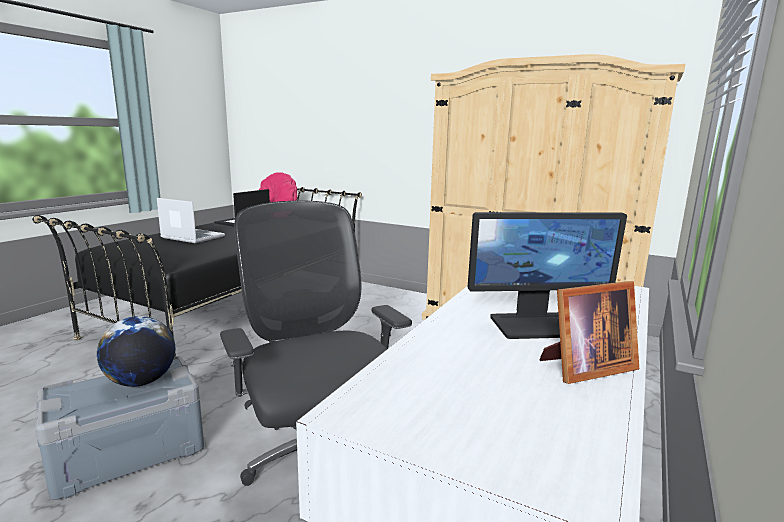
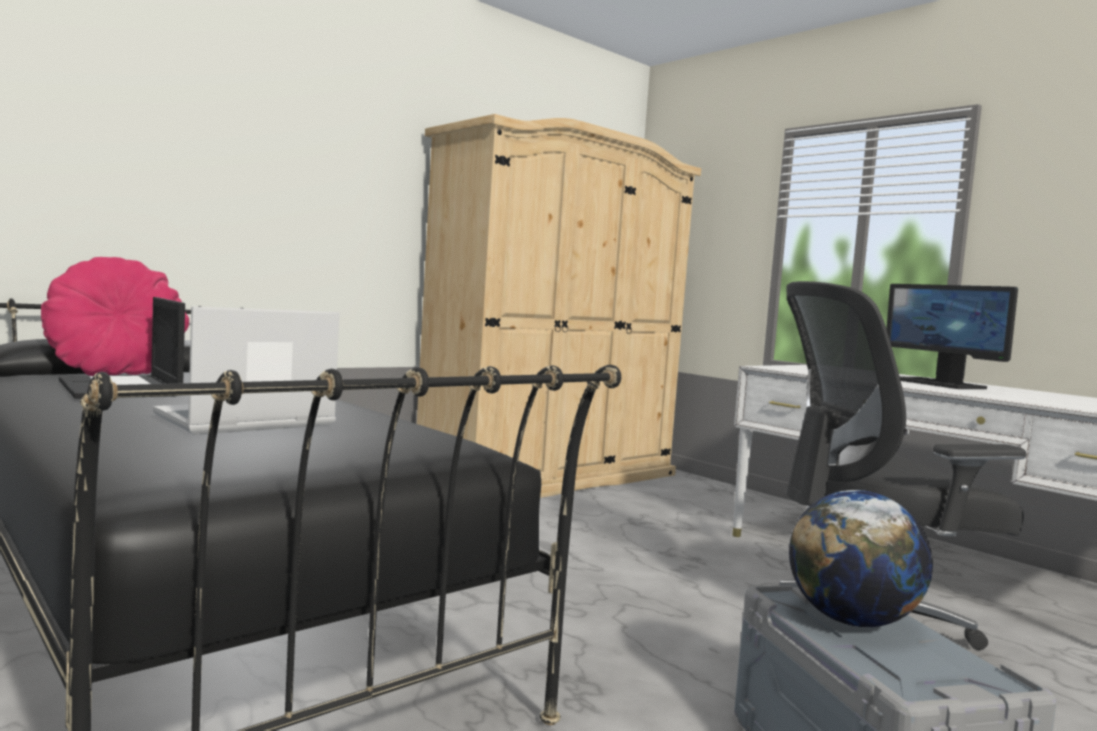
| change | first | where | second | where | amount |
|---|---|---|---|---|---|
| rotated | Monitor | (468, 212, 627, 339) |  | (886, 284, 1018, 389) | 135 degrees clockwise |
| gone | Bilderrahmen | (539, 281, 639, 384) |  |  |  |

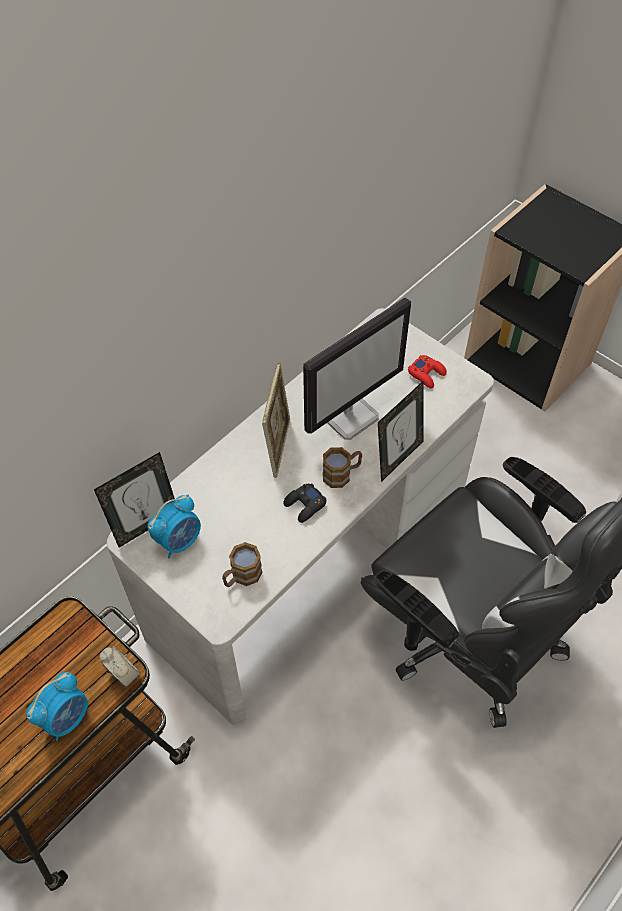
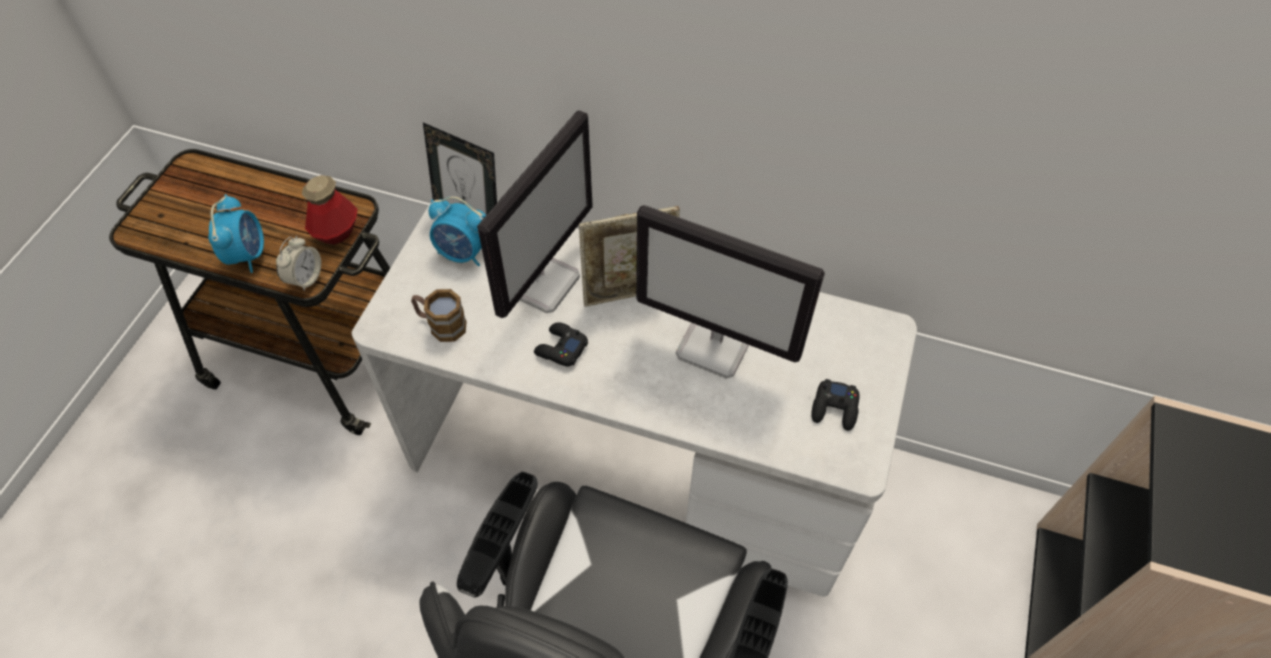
| change | first | where | second | where | amount |
|---|---|---|---|---|---|
| repainted | Gamepad/rot | (408, 355, 447, 389) | Gamepad/schwarz | (811, 379, 859, 431) |  |
| gone | Bilderrahmen | (378, 381, 423, 482) |  |  |  |
| gone | Henkelbecher | (323, 447, 362, 488) |  |  |  |
| rotated | Wecker | (26, 672, 88, 741) |  | (208, 194, 264, 273) | 105 degrees counterclockwise |
| new |  |  | Monitor | (477, 110, 593, 318) |  |
| new |  |  | Flasche | (302, 175, 358, 245) |  |

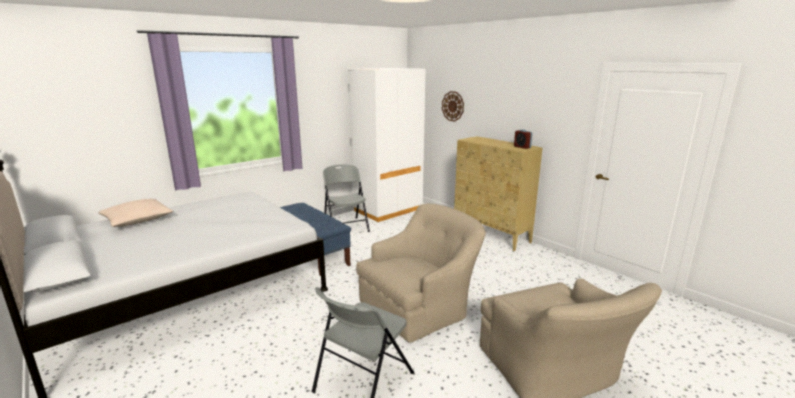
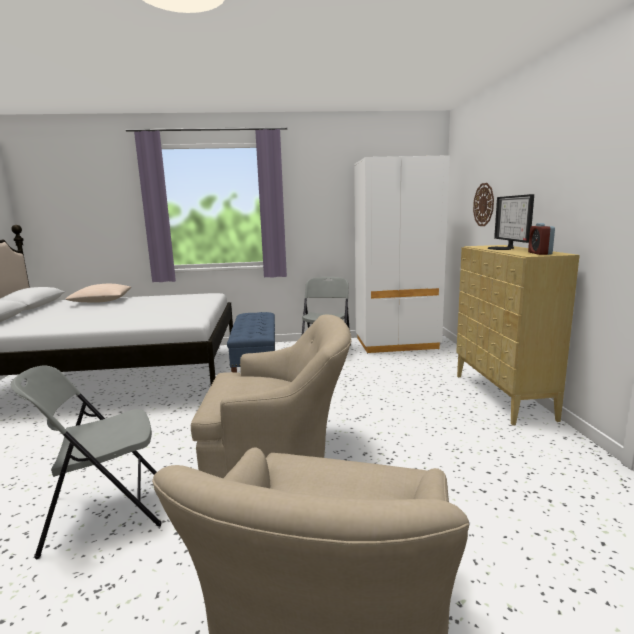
| change | first | where | second | where | amount |
|---|---|---|---|---|---|
| new |  |  | Monitor | (488, 194, 534, 250) |  |

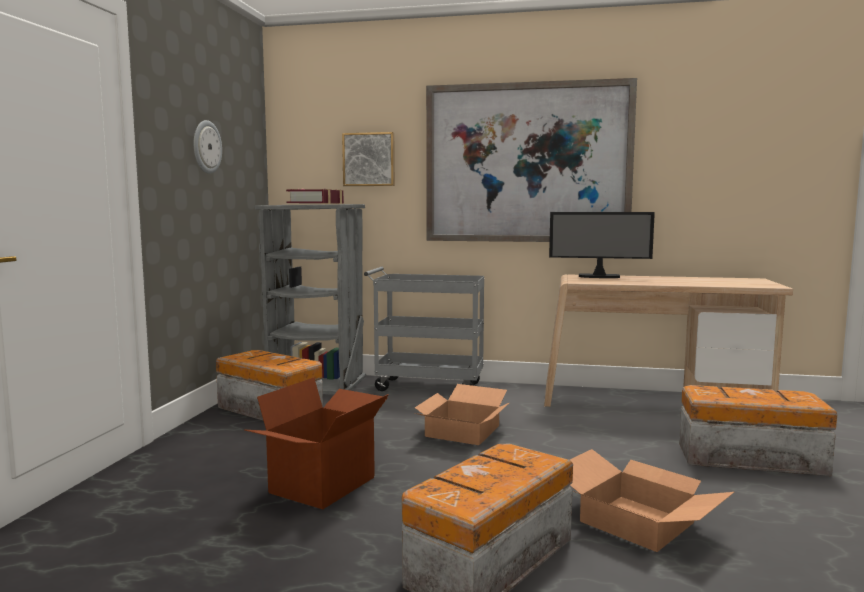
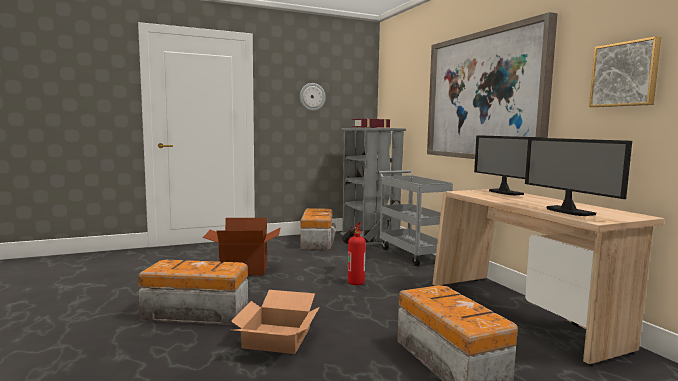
| change | first | where | second | where | amount |
|---|---|---|---|---|---|
| shifted | Bild | (342, 132, 395, 186) |  | (589, 36, 661, 107) |  |
| swapped | Karton | (415, 384, 509, 445) | Feuerlöscher | (342, 222, 366, 285) |  |
| new |  |  | Monitor | (525, 137, 632, 216) |  |

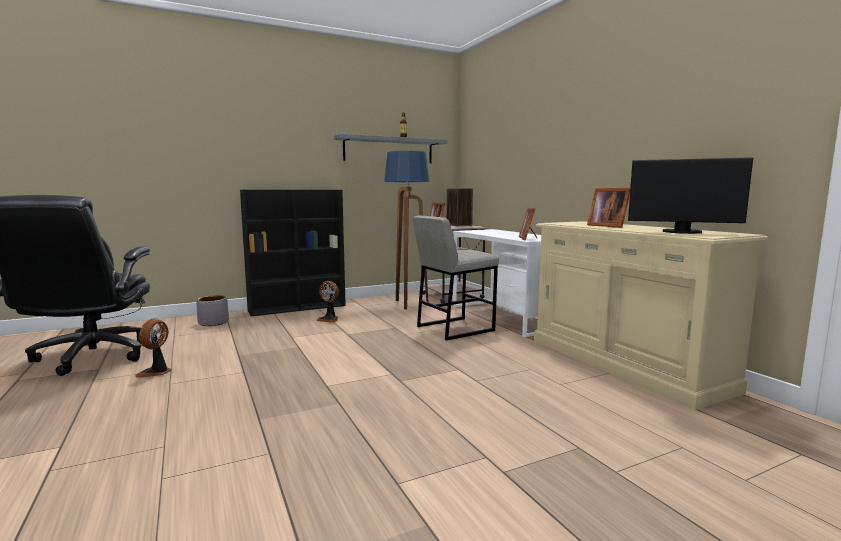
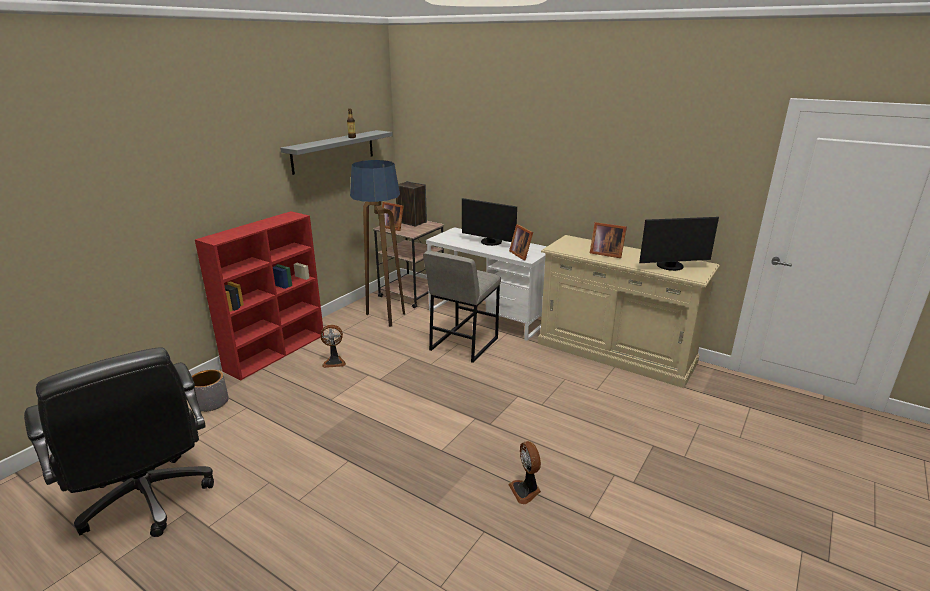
| change | first | where | second | where | amount |
|---|---|---|---|---|---|
| repainted | Bücherregal/schwarz | (240, 190, 346, 316) | Bücherregal/rot | (195, 211, 324, 380) |  |
| shifted | Ventilator | (135, 318, 172, 378) |  | (508, 441, 541, 504) |  |
| new |  |  | Monitor | (462, 198, 517, 246) |  |

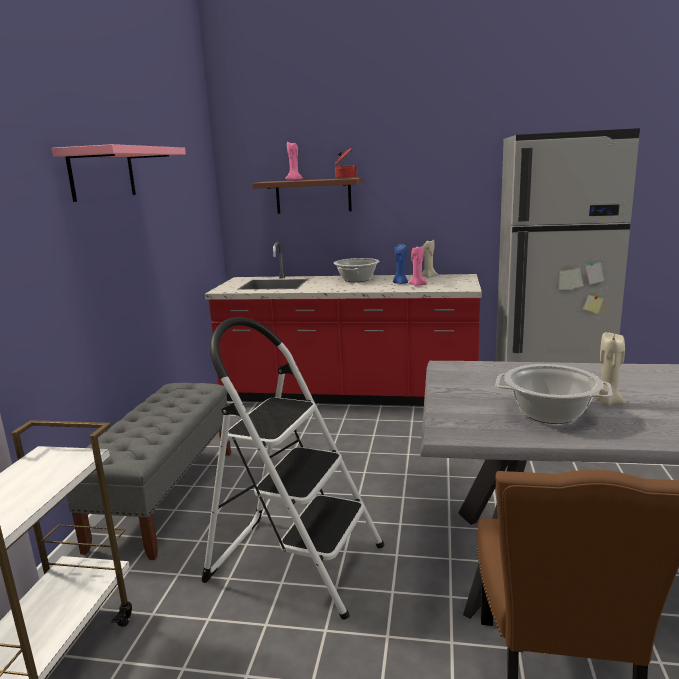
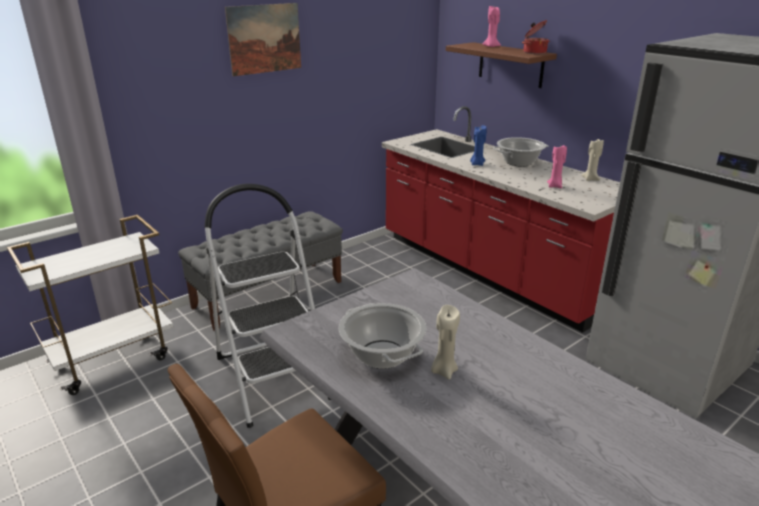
| change | first | where | second | where | amount |
|---|---|---|---|---|---|
| swapped | Wandregal/rosa | (52, 144, 186, 202) | Bild | (225, 3, 301, 76) |  |
| shifted | Kerze/blau | (393, 244, 408, 284) |  | (470, 125, 487, 166) |  |

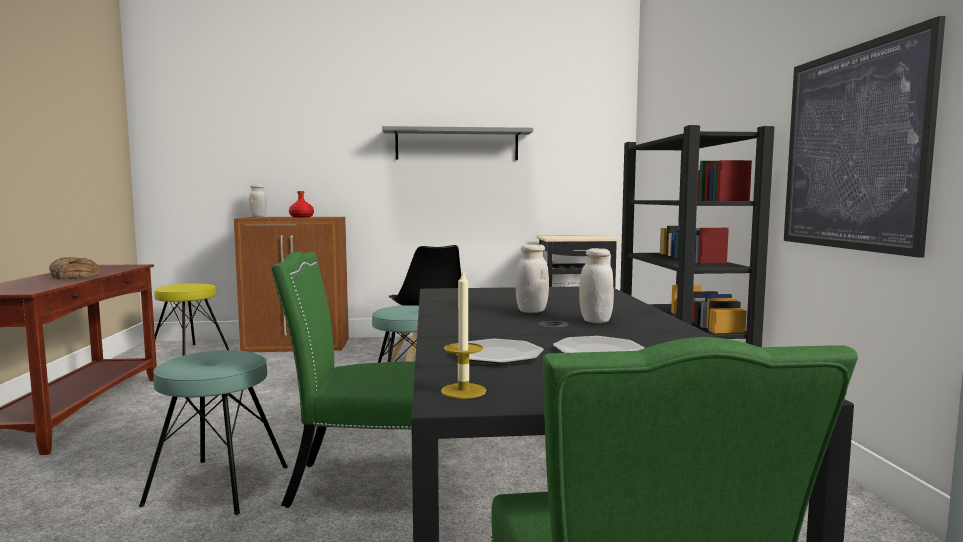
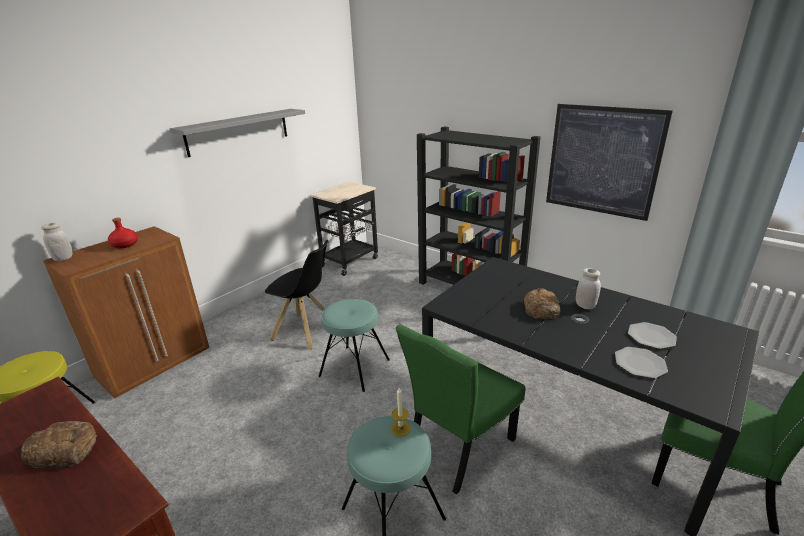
| change | first | where | second | where | amount |
|---|---|---|---|---|---|
| swapped | Vorratsglas/weiß | (515, 244, 549, 313) | Brot | (524, 288, 560, 319) |  |
| shifted | Kerze | (441, 272, 486, 399) |  | (391, 388, 411, 437) |  |

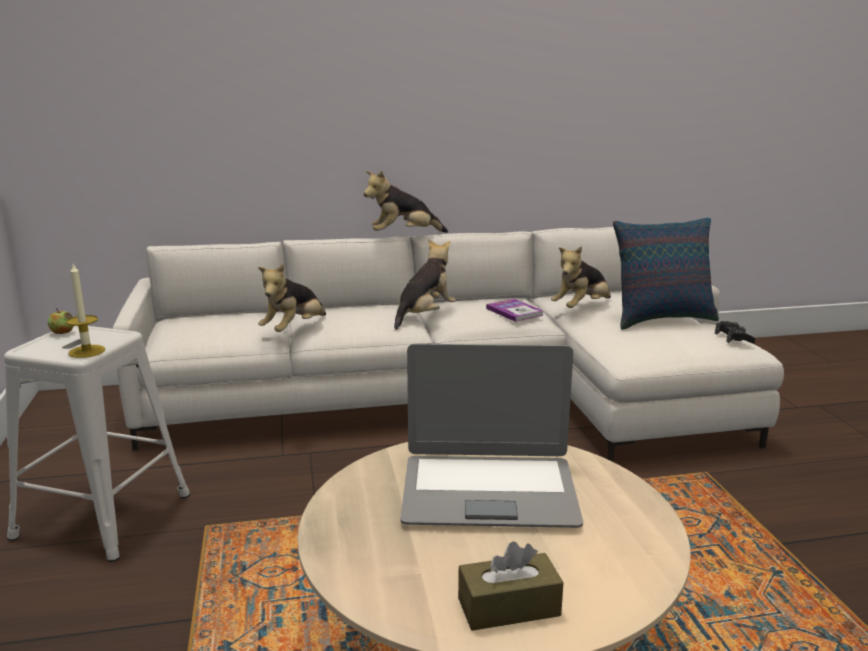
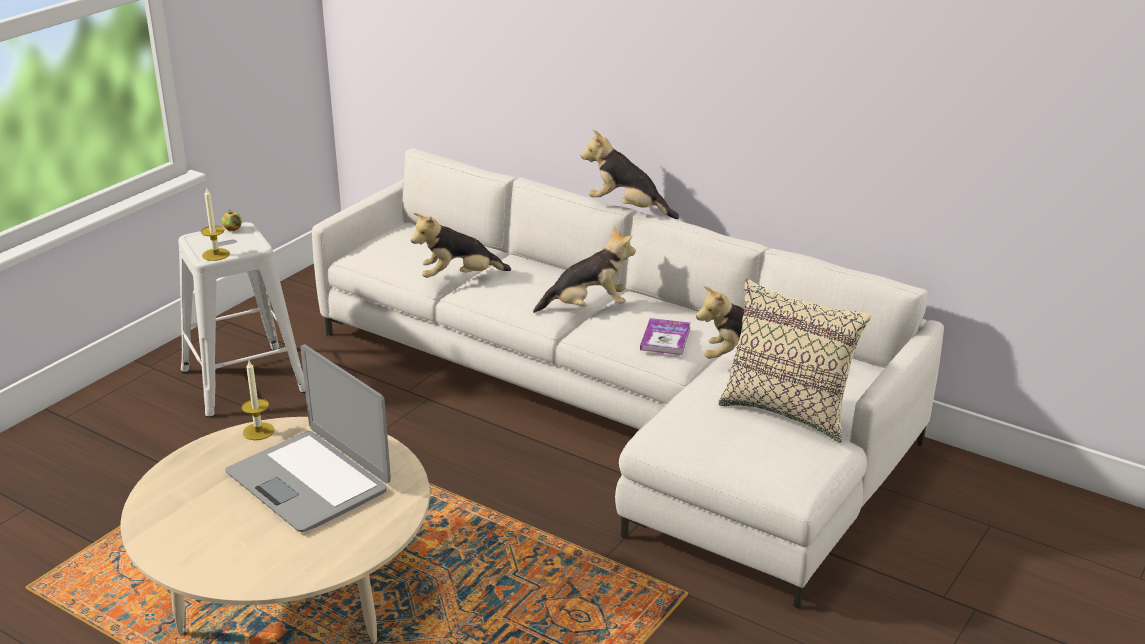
| change | first | where | second | where | amount |
|---|---|---|---|---|---|
| repainted | Kissen/blau | (613, 218, 719, 330) | Kissen/beige | (718, 279, 871, 443) |  |
| gone | Gamepad/schwarz | (715, 321, 755, 344) |  |  |  |
| gone | Taschentuchbox/braun | (458, 541, 564, 631) |  |  |  |
| new |  |  | Kerze | (242, 361, 274, 440) |  |

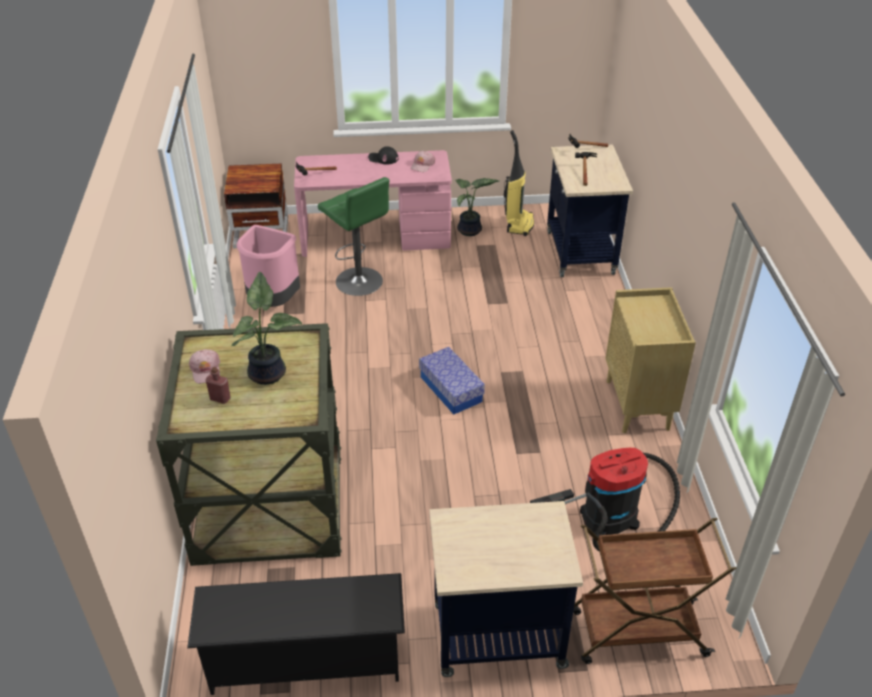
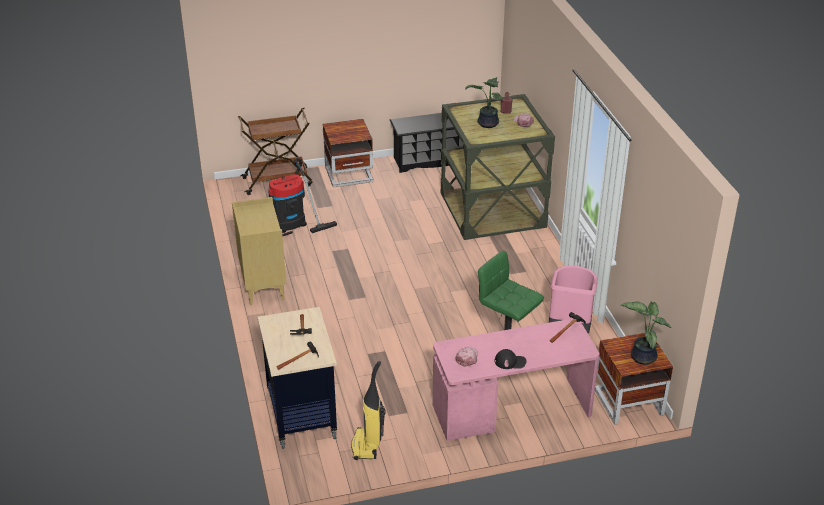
| change | first | where | second | where | amount |
|---|---|---|---|---|---|
| shifted | Topfpflanze | (456, 178, 500, 236) |  | (621, 301, 672, 365) |  |
| gone | Aufbewahrungsbox | (419, 347, 485, 414) |  |  |  |
| swapped | Rollwagen/blau | (429, 501, 583, 677) | Nachttisch | (323, 119, 374, 188) |  |

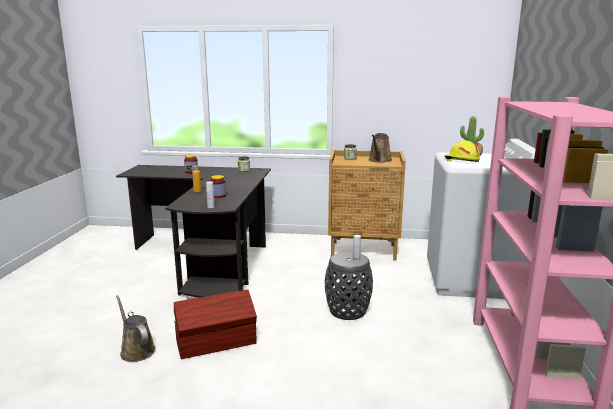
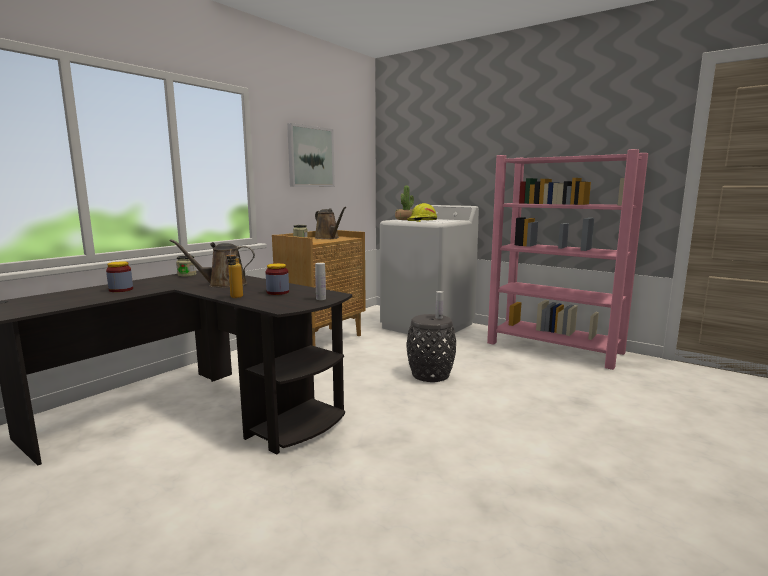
| change | first | where | second | where | amount |
|---|---|---|---|---|---|
| gone | Aufbewahrungsbox/braun | (174, 289, 257, 359) |  |  |  |
| shifted | Gießkanne/braun | (116, 295, 155, 362) |  | (169, 239, 255, 288) |  |
| new |  |  | Bild | (287, 123, 335, 187) |  |

